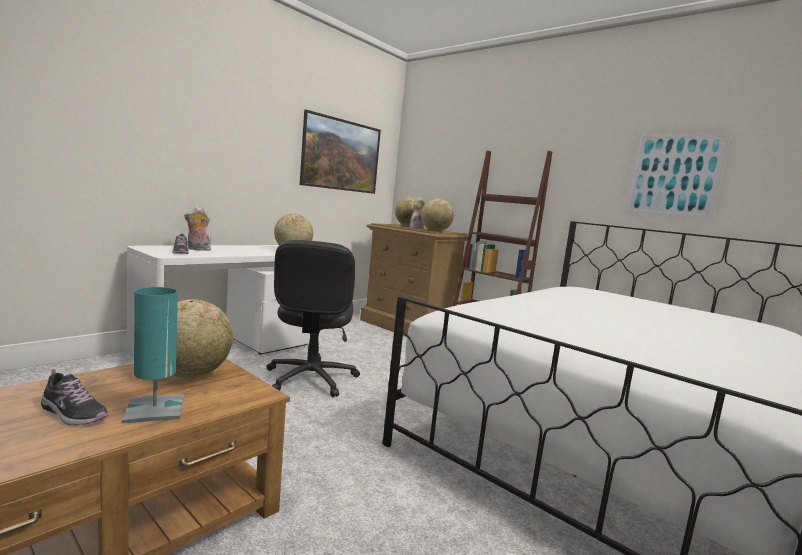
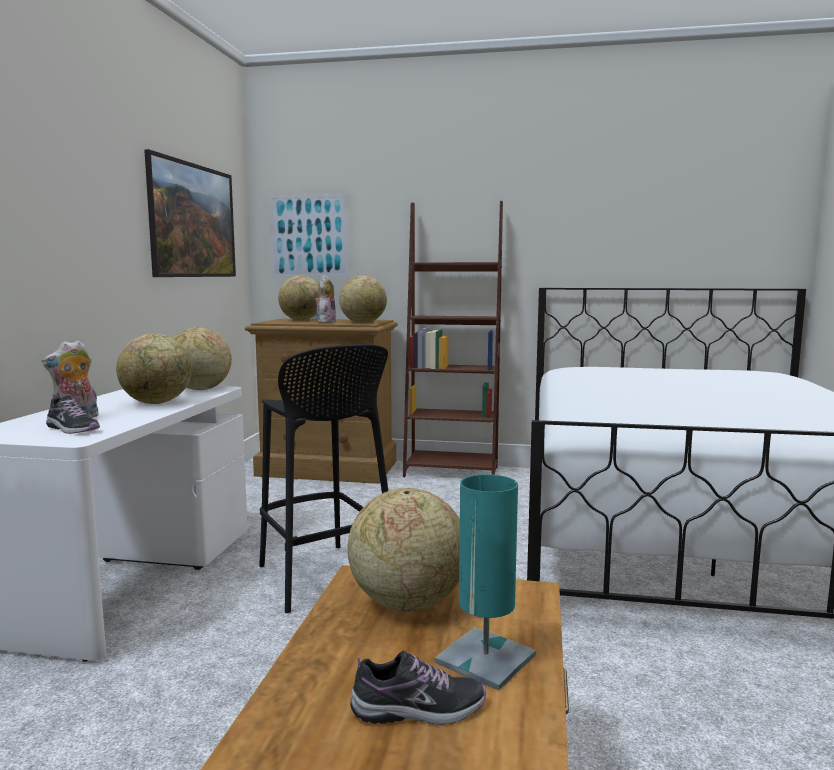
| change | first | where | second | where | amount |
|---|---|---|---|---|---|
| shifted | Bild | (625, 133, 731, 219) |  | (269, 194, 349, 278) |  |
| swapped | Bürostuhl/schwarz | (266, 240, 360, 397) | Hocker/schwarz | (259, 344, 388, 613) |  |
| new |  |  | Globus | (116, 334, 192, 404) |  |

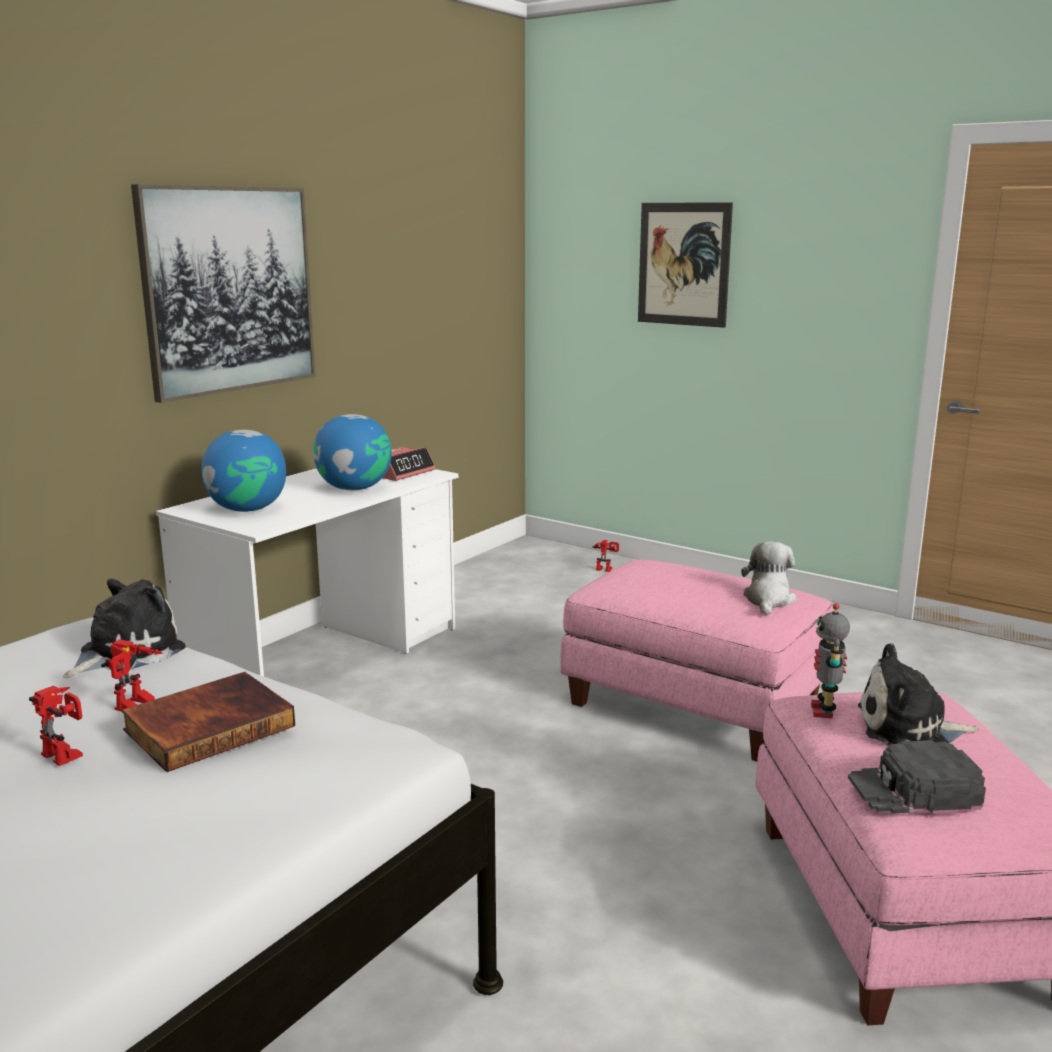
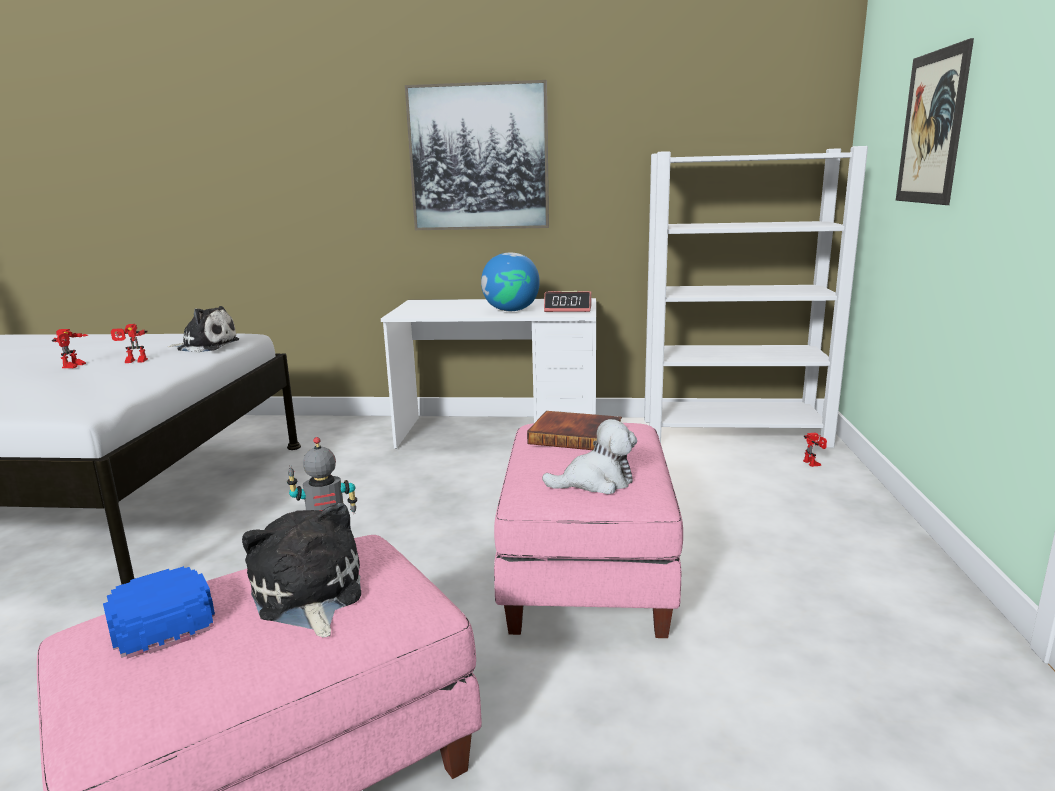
| change | first | where | second | where | amount |
|---|---|---|---|---|---|
| gone | Globus | (202, 430, 286, 512) |  |  |  |
| shifted | Buch | (121, 672, 295, 772) |  | (527, 411, 622, 450) |  |
| repainted | Kappe/schwarz | (848, 740, 986, 814) | Kappe/blau | (103, 566, 215, 659) |  |
| new |  |  | Bücherregal/weiß | (644, 146, 868, 448) |  |

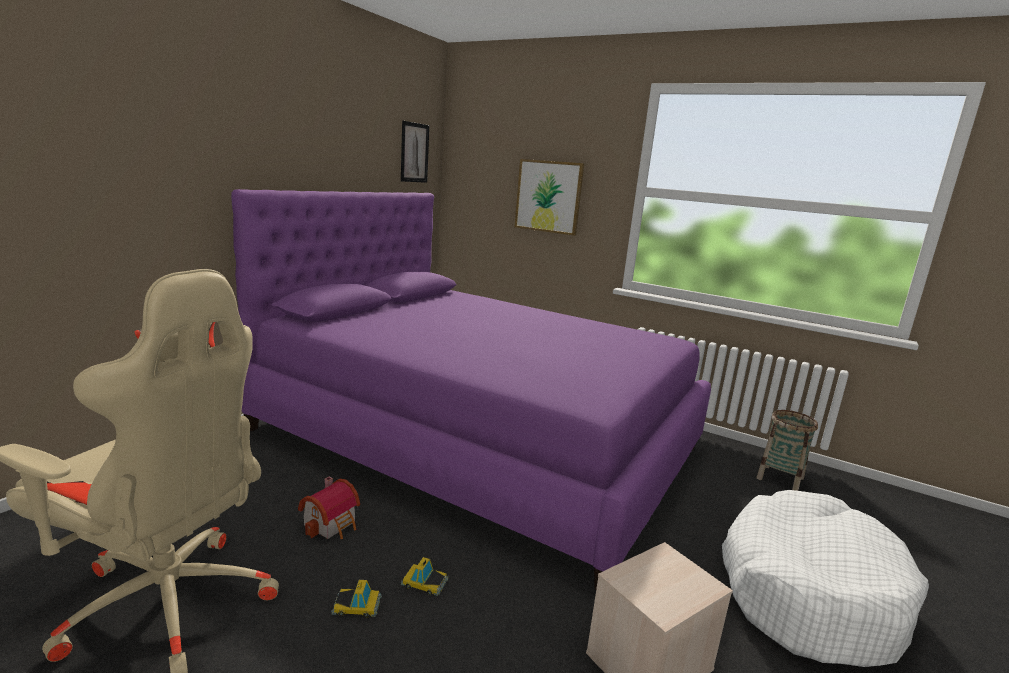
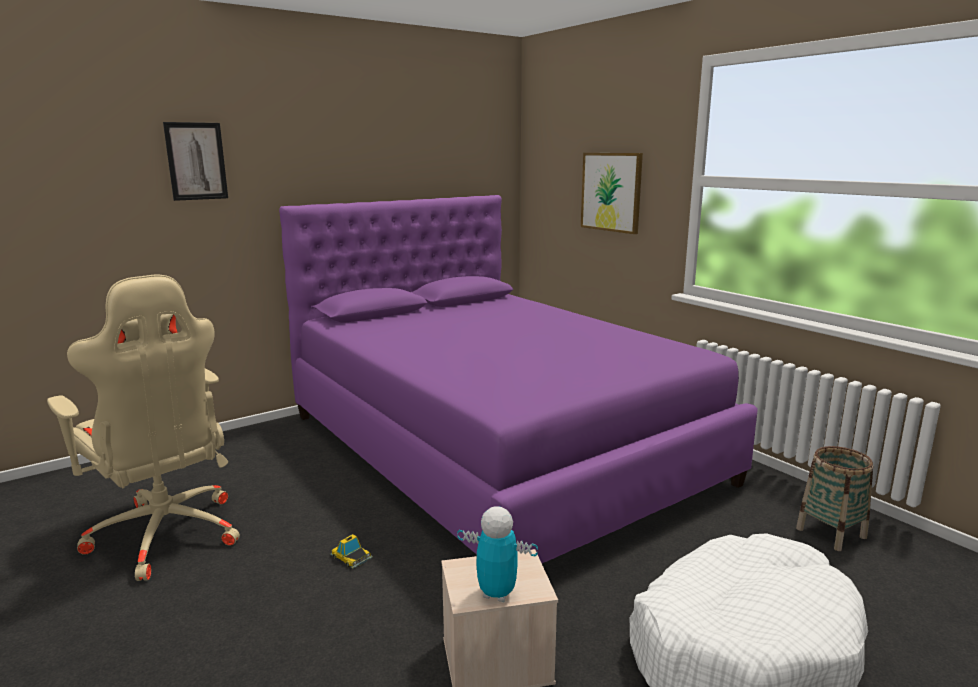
| change | first | where | second | where | amount |
|---|---|---|---|---|---|
| shifted | Bild | (401, 121, 429, 183) |  | (163, 122, 228, 201) |  |
| gone | Spielzeughaus | (298, 477, 360, 539) |  |  |  |
| gone | Spielzeugauto | (331, 580, 382, 618) |  |  |  |
| new |  |  | Spielzeugroboter | (457, 506, 538, 602) |  |

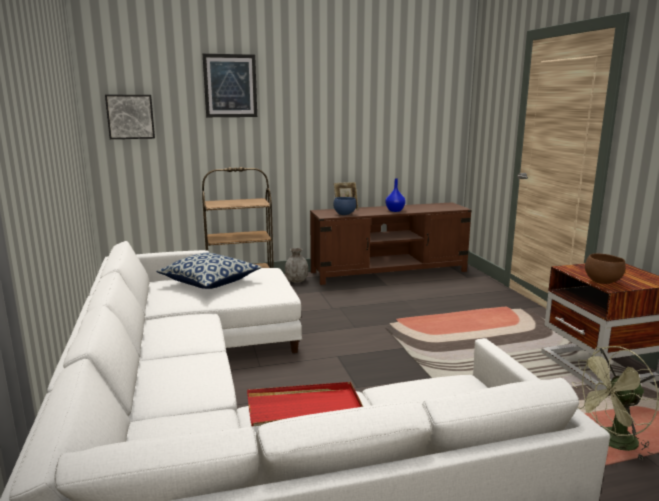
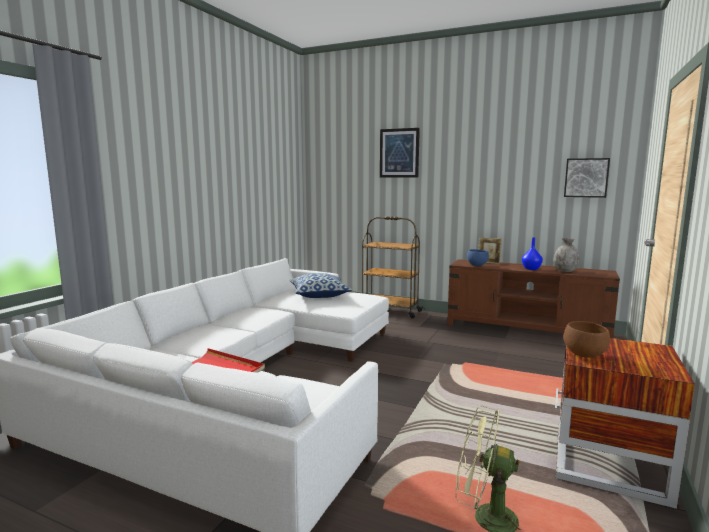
| change | first | where | second | where | amount |
|---|---|---|---|---|---|
| shifted | Bild | (105, 95, 155, 139) |  | (564, 158, 610, 198) |  |
| shifted | Vase/grau | (285, 248, 308, 283) |  | (554, 238, 580, 272) |  |

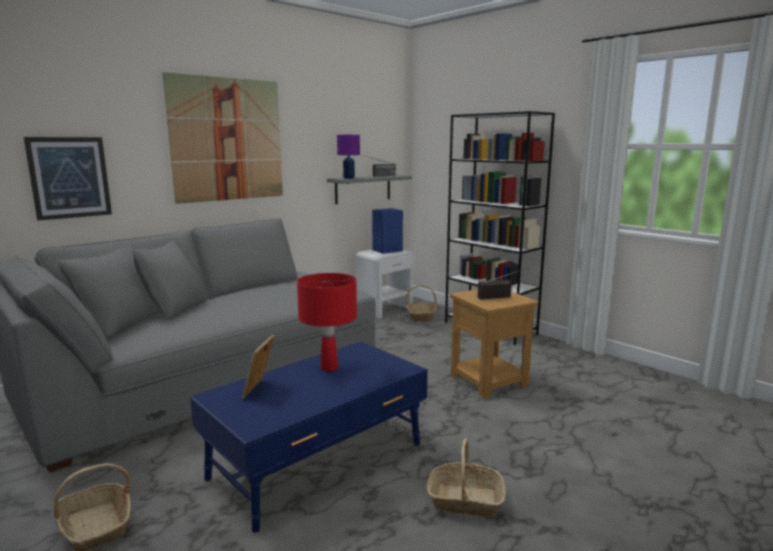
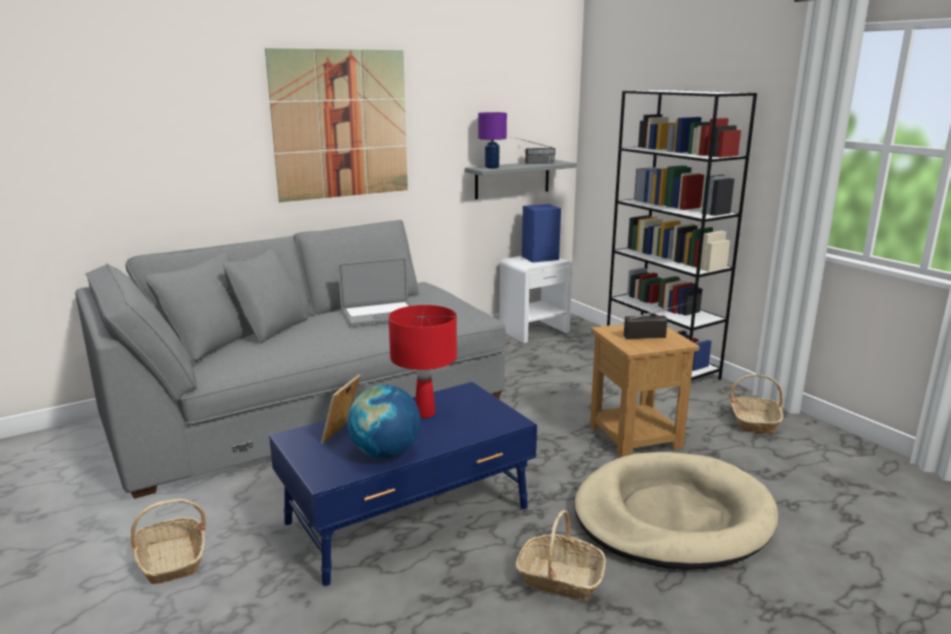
| change | first | where | second | where | amount |
|---|---|---|---|---|---|
| gone | Bild | (24, 137, 112, 220) |  |  |  |
| shifted | Korb | (406, 286, 437, 321) |  | (730, 374, 783, 434) |  |
| new |  |  | Laptop | (338, 257, 412, 326) |  |
| new |  |  | Globus | (347, 385, 421, 458) |  |
| new |  |  | Hundebett/beige | (574, 452, 778, 570) |  |

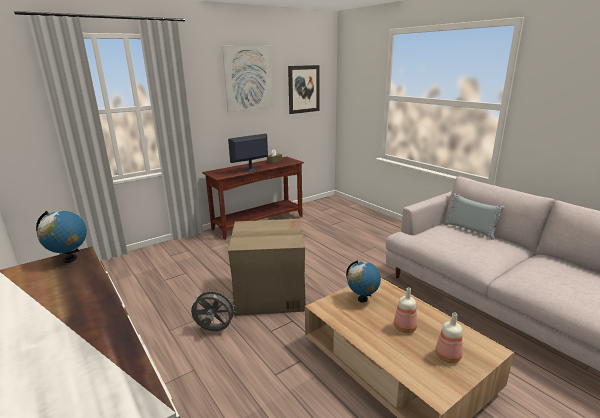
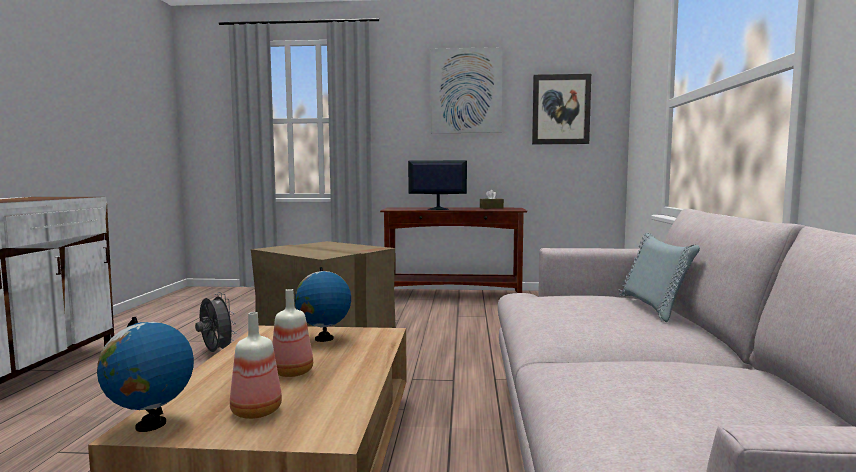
| change | first | where | second | where | amount |
|---|---|---|---|---|---|
| shifted | Globus | (36, 211, 87, 263) |  | (97, 317, 194, 432) |  |

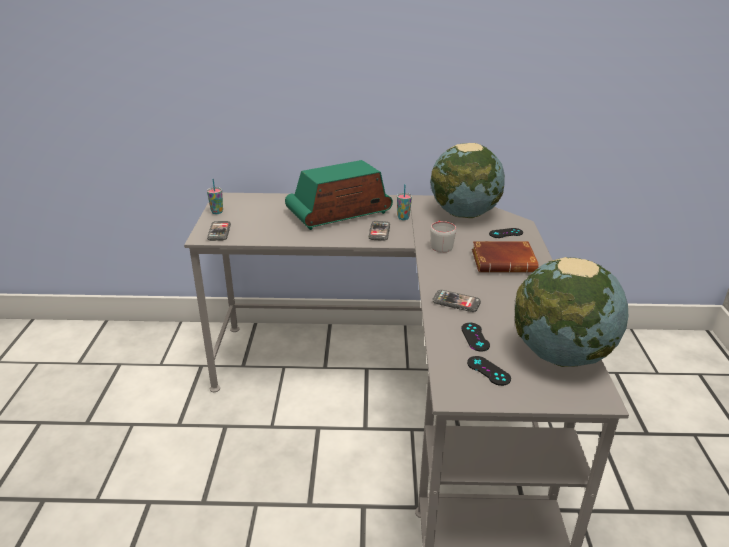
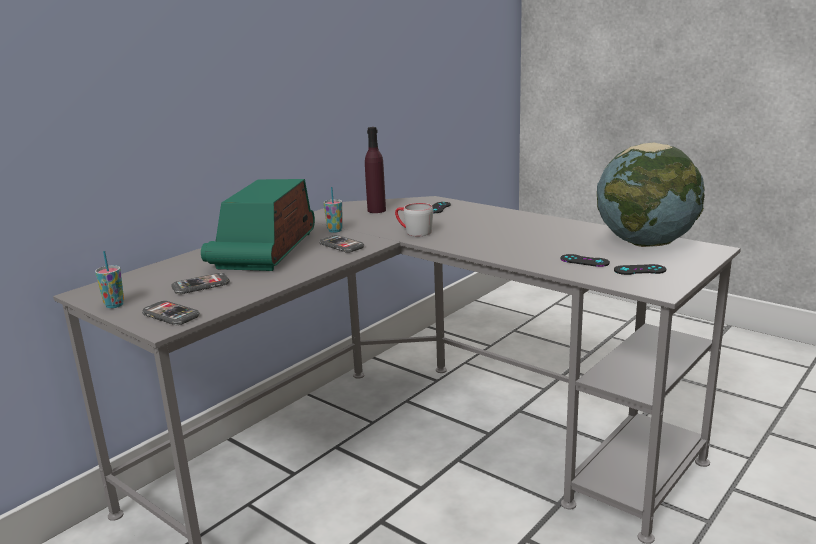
| change | first | where | second | where | amount |
|---|---|---|---|---|---|
| swapped | Globus | (430, 143, 505, 218) | Flasche/lila | (365, 127, 386, 213) |  |
| gone | Buch/braun | (472, 241, 538, 273) |  |  |  |
| shifted | Handy | (432, 290, 481, 312) |  | (171, 273, 230, 294) |  |

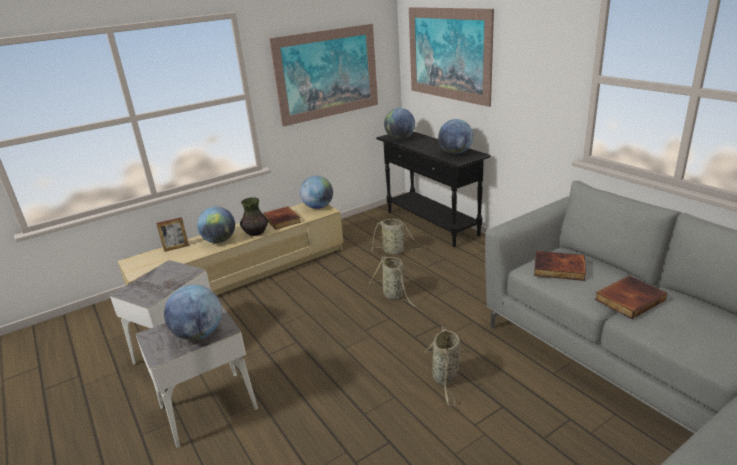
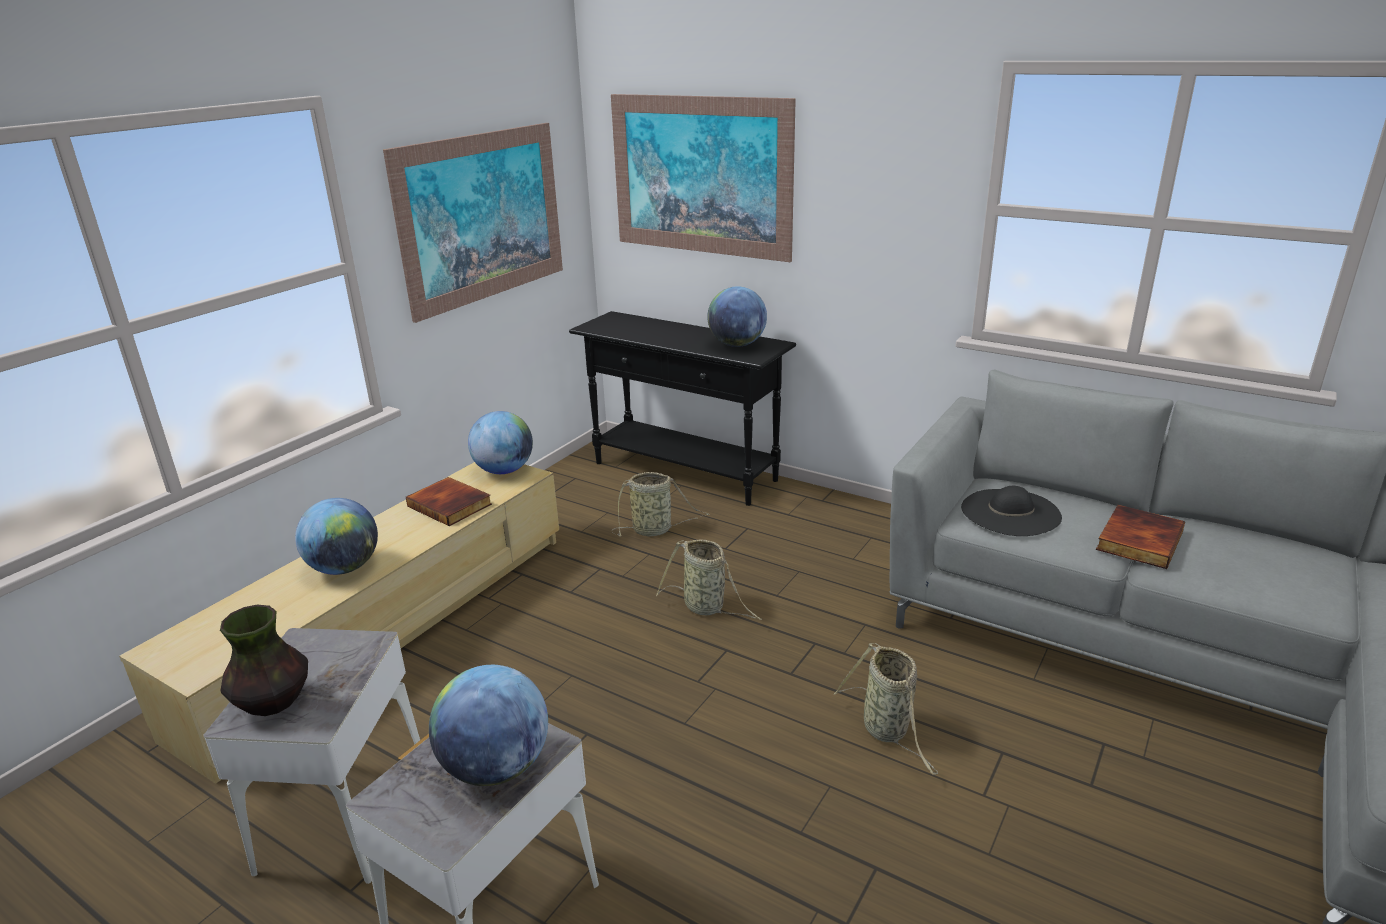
| change | first | where | second | where | amount |
|---|---|---|---|---|---|
| gone | Globus | (384, 108, 415, 140) |  |  |  |
| shifted | Vase | (240, 197, 268, 236) |  | (220, 605, 308, 716) |  |
| gone | Bilderrahmen | (156, 217, 189, 252) |  |  |  |
| swapped | Buch | (534, 251, 586, 281) | Hut/schwarz | (961, 486, 1062, 536) |  |

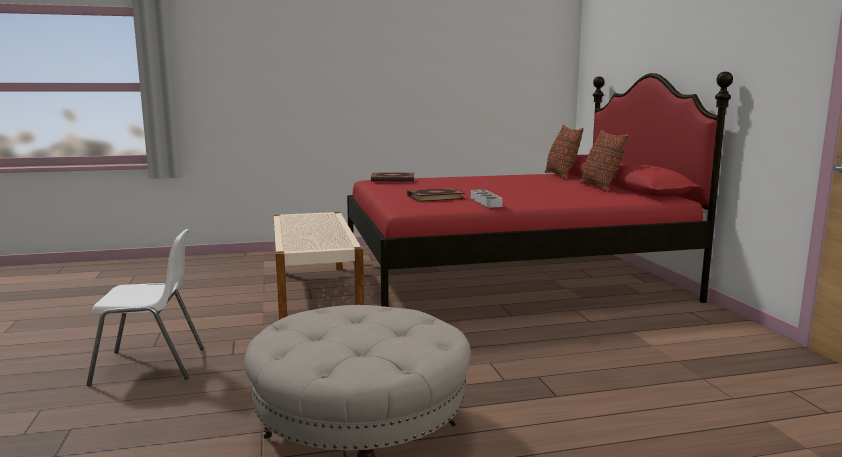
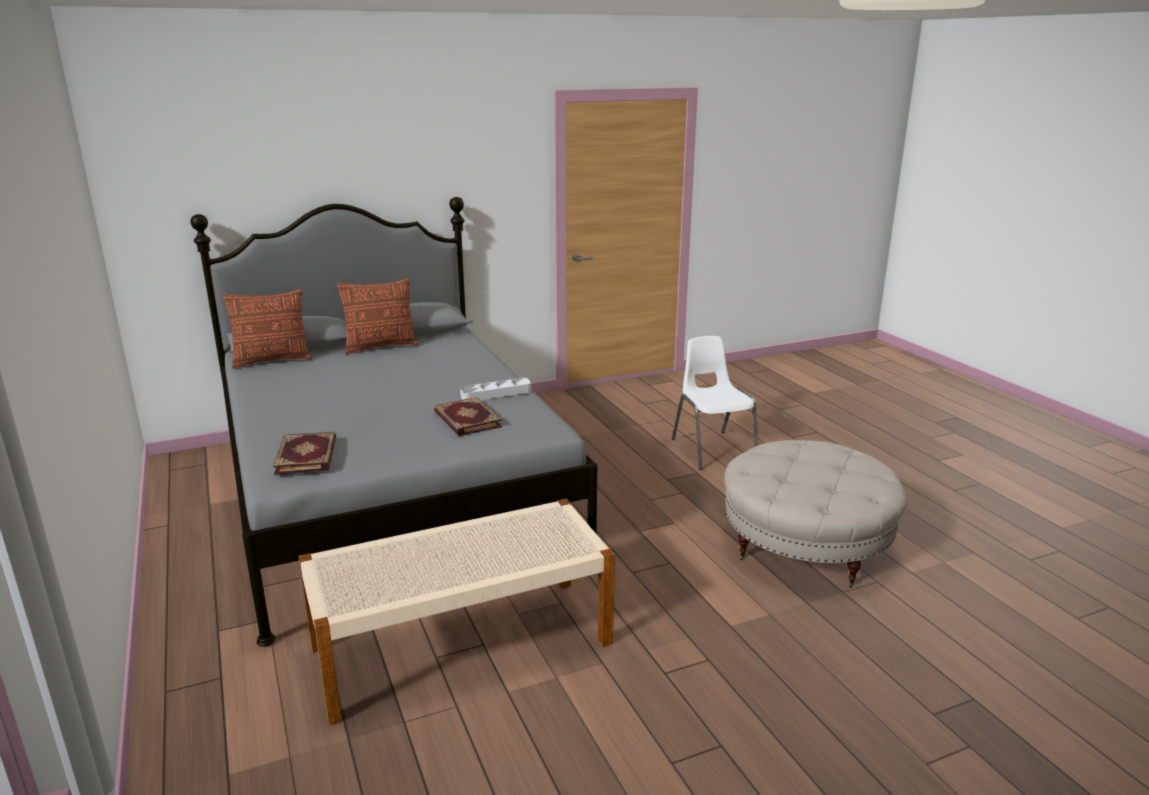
| change | first | where | second | where | amount |
|---|---|---|---|---|---|
| repainted | Bett/rot | (347, 72, 733, 307) | Bett/grau | (190, 197, 597, 647) |  |
| shifted | Stuhl/weiß | (86, 229, 204, 386) |  | (672, 336, 758, 470) |  |

